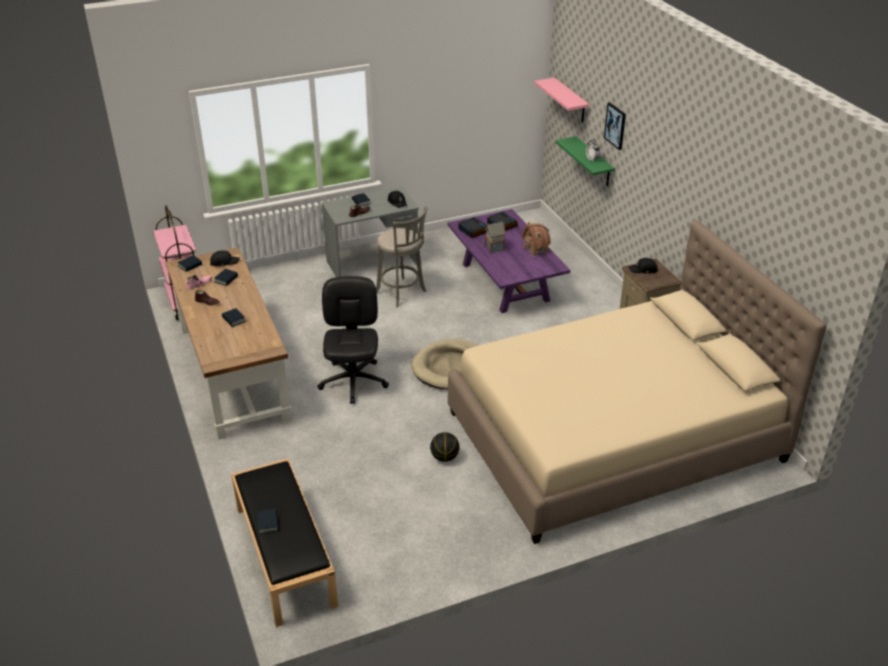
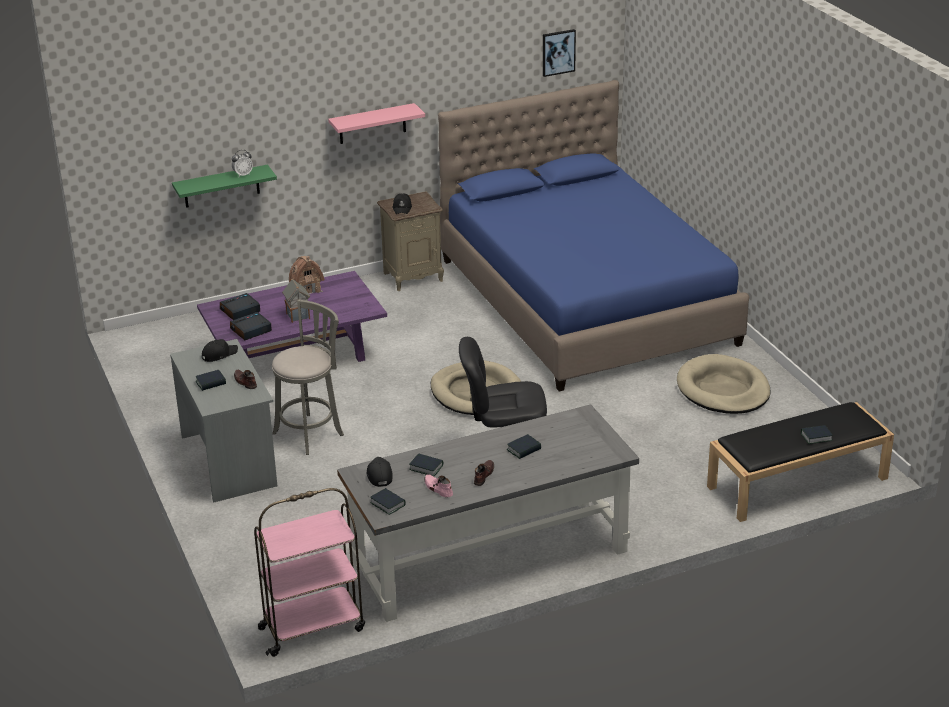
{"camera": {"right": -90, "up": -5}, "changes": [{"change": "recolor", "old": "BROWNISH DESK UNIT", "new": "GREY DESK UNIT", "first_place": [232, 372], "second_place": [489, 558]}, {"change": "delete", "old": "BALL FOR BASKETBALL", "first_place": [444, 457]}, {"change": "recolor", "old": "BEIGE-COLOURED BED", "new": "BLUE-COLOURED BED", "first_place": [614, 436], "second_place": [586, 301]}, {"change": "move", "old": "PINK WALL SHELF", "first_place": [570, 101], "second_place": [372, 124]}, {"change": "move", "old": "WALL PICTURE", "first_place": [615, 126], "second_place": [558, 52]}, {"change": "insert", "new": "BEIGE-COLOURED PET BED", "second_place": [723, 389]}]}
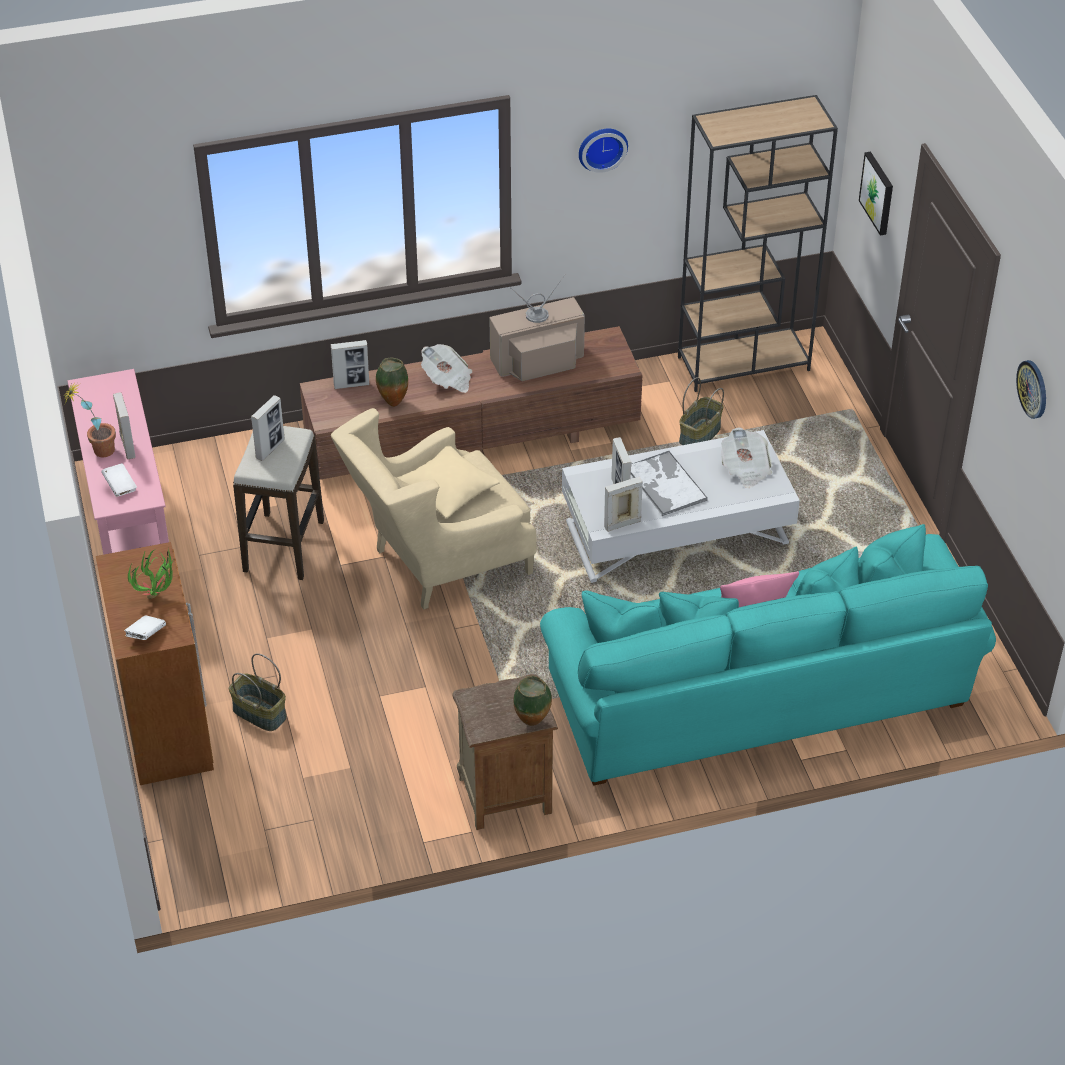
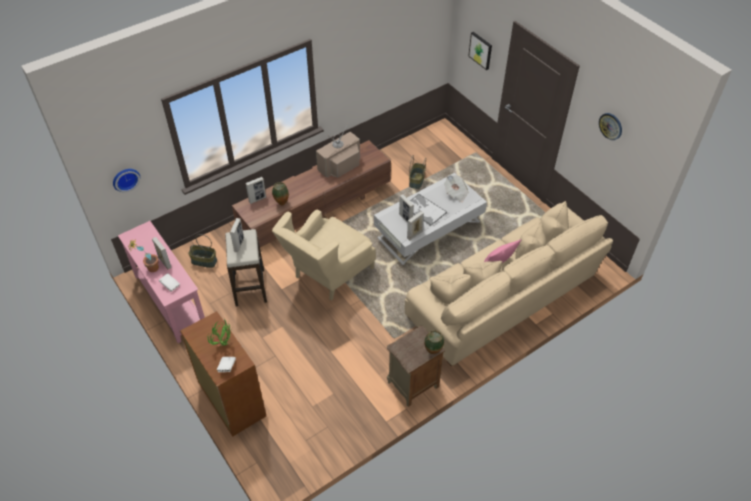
{"camera": {"right": -20, "up": 5}, "changes": [{"change": "move", "old": "HOUSEHOLD BASKET", "first_place": [258, 713], "second_place": [204, 261]}, {"change": "delete", "old": "BEIGE-COLOURED CUSHION", "first_place": [447, 491]}, {"change": "delete", "old": "DAILY PAPER", "first_place": [447, 379]}, {"change": "recolor", "old": "BLUE-GREEN SOFA", "new": "BEIGE-COLOURED SOFA", "first_place": [758, 697], "second_place": [502, 299]}, {"change": "move", "old": "HANGING CLOCK", "first_place": [601, 147], "second_place": [125, 178]}, {"change": "delete", "old": "BOOKCASE", "first_place": [744, 363]}]}
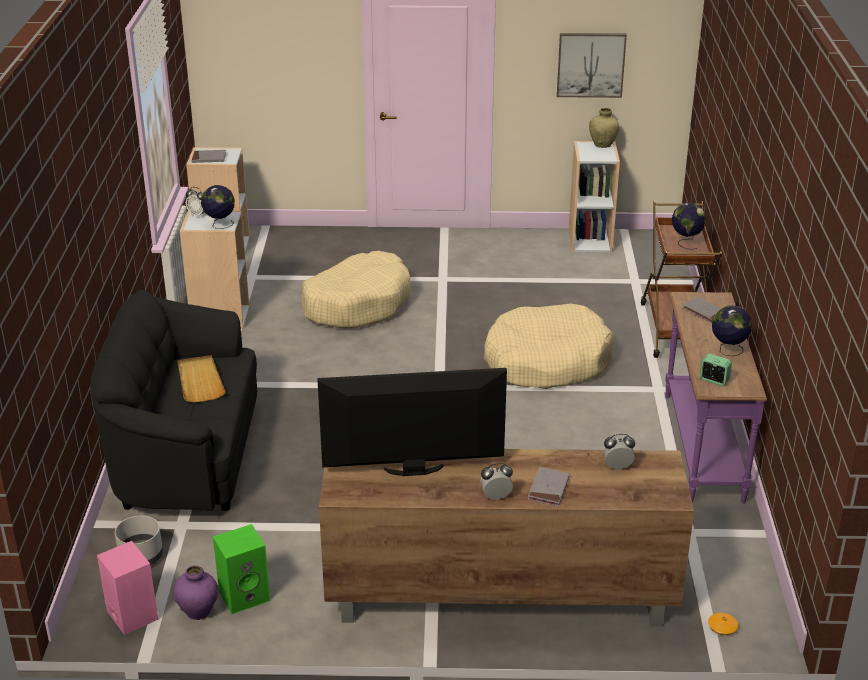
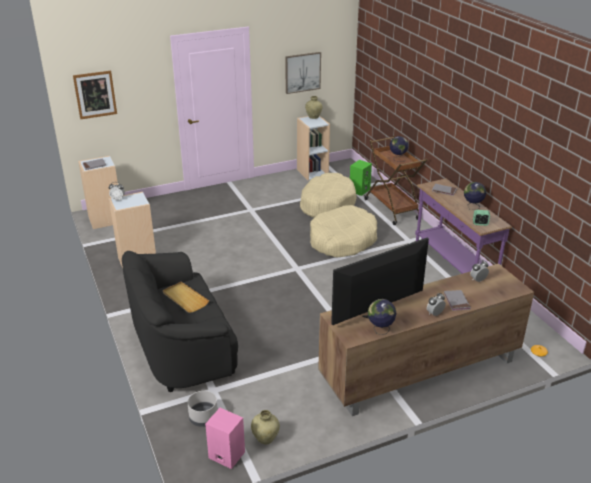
{"camera": {"right": -25, "up": 0}, "changes": [{"change": "recolor", "old": "PURPLE-COLOURED VASE", "new": "BEIGE-COLOURED VASE", "first_place": [198, 612], "second_place": [265, 439]}, {"change": "move", "old": "WORLD GLOBE", "first_place": [220, 225], "second_place": [380, 330]}, {"change": "move", "old": "GREEN-COLOURED AUDIO SPEAKER", "first_place": [245, 595], "second_place": [359, 190]}, {"change": "move", "old": "BEIGE-COLOURED PET BED", "first_place": [357, 304], "second_place": [327, 204]}, {"change": "insert", "new": "WALL PICTURE", "second_place": [95, 94]}]}
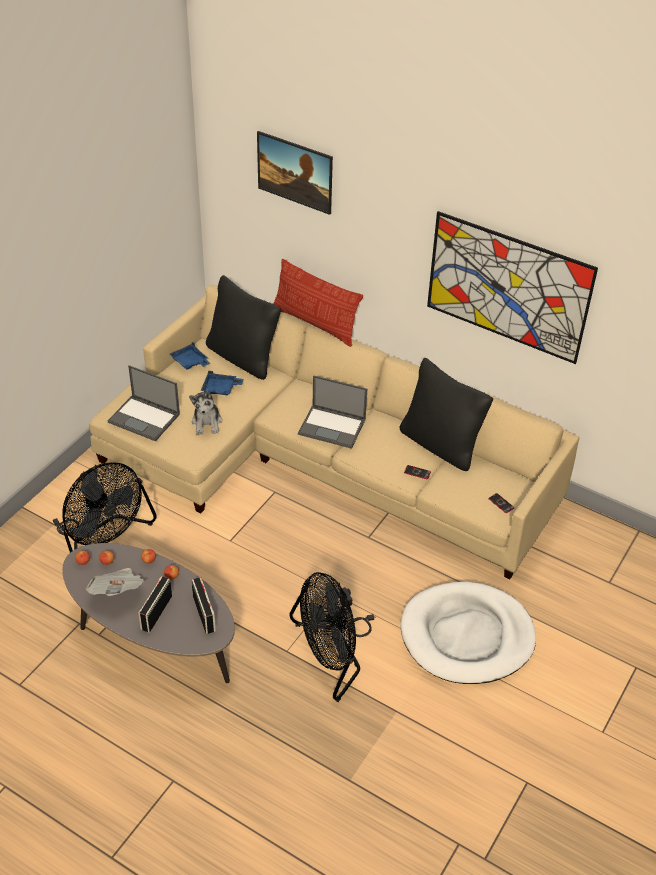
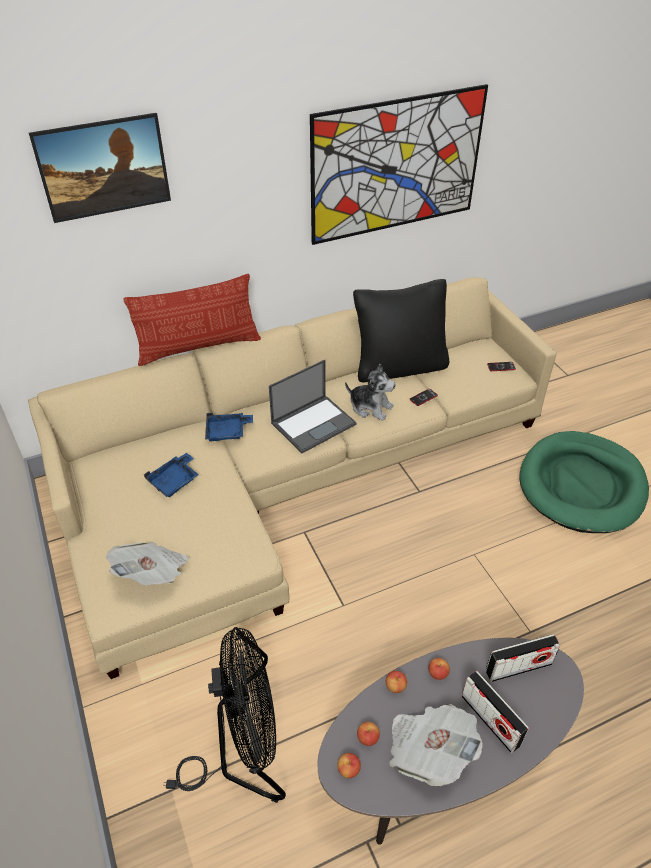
{"camera": {"right": -55, "up": 0}, "changes": [{"change": "replace", "old": "LAPTOP", "new": "DAILY PAPER", "first_place": [145, 418], "second_place": [152, 574]}, {"change": "move", "old": "BLUE-COLOURED SERVING TRAY", "first_place": [190, 362], "second_place": [227, 432]}, {"change": "move", "old": "SOFT TOY", "first_place": [207, 422], "second_place": [370, 407]}, {"change": "rotate", "old": "RADIO", "first_place": [204, 613], "second_place": [518, 667], "degrees": 150}, {"change": "delete", "old": "BLACK CUSHION", "first_place": [243, 357]}, {"change": "delete", "old": "BLACK COOLING FAN", "first_place": [333, 652]}, {"change": "recolor", "old": "WHITE PET BED", "new": "GREEN-COLOURED PET BED", "first_place": [467, 636], "second_place": [581, 485]}]}
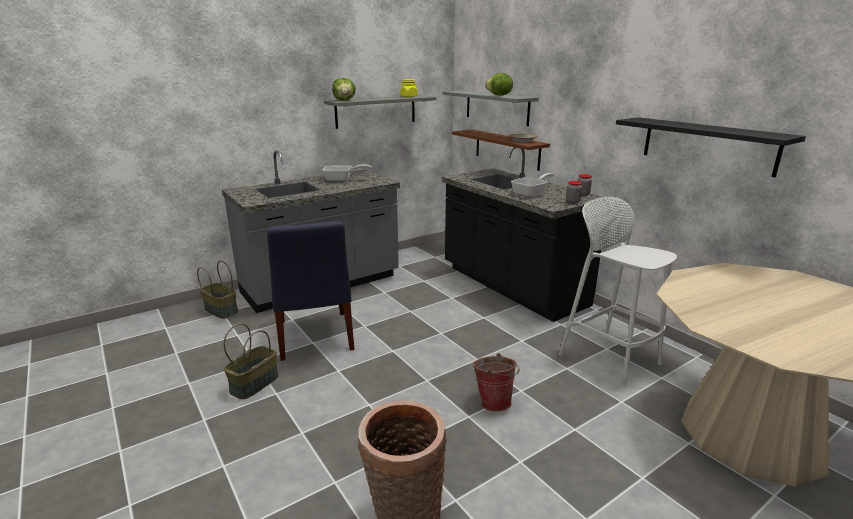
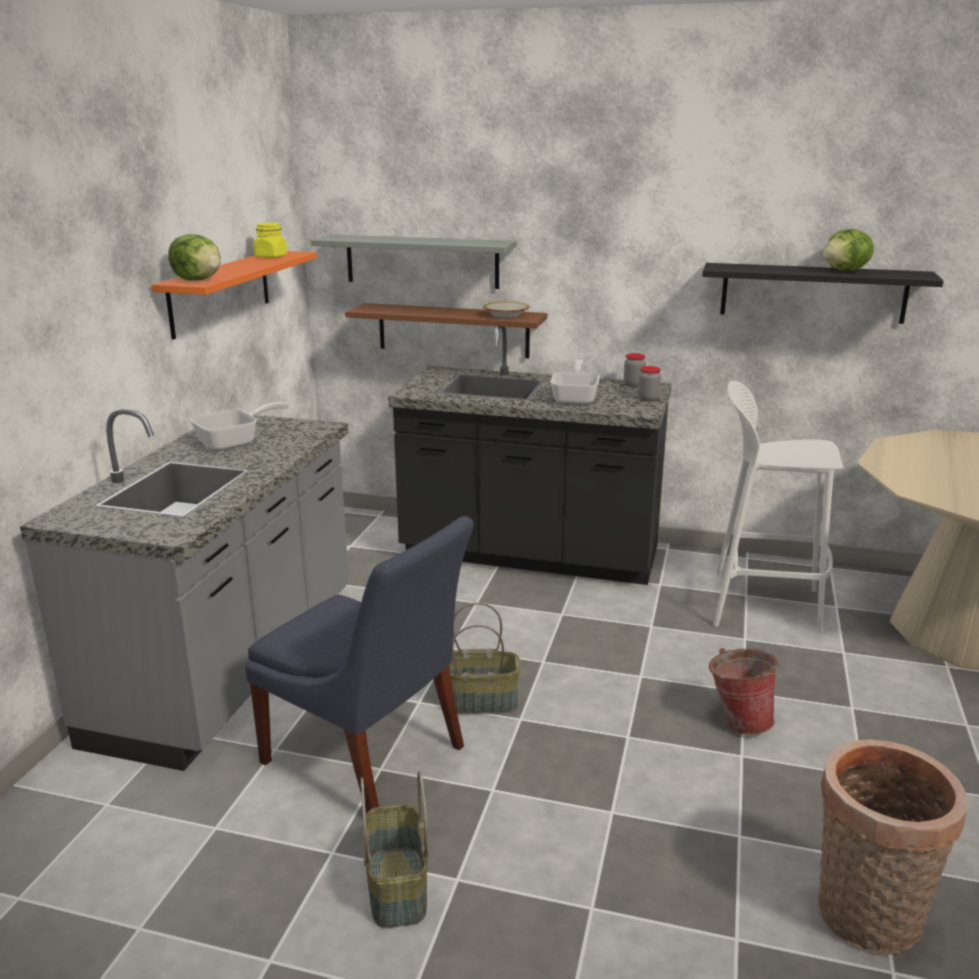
{"camera": {"right": -40, "up": 0}, "changes": [{"change": "move", "old": "HOUSEHOLD BASKET", "first_place": [222, 310], "second_place": [480, 701]}, {"change": "recolor", "old": "GREY WALL SHELF", "new": "ORANGE-COLOURED WALL SHELF", "first_place": [376, 111], "second_place": [220, 292]}, {"change": "move", "old": "HEAD OF LETTUCE", "first_place": [499, 95], "second_place": [845, 271]}]}
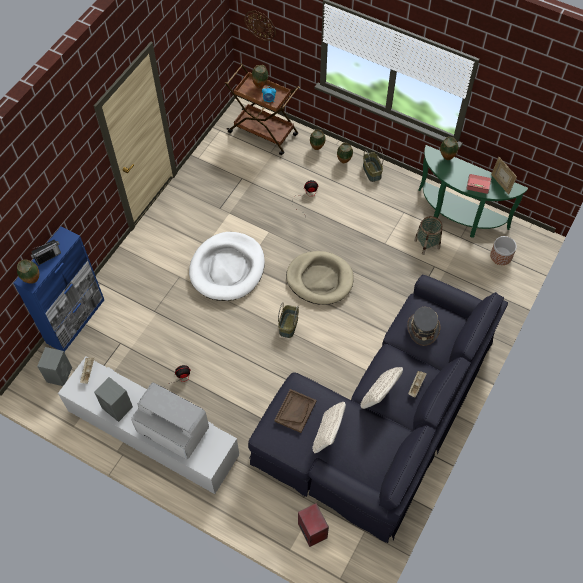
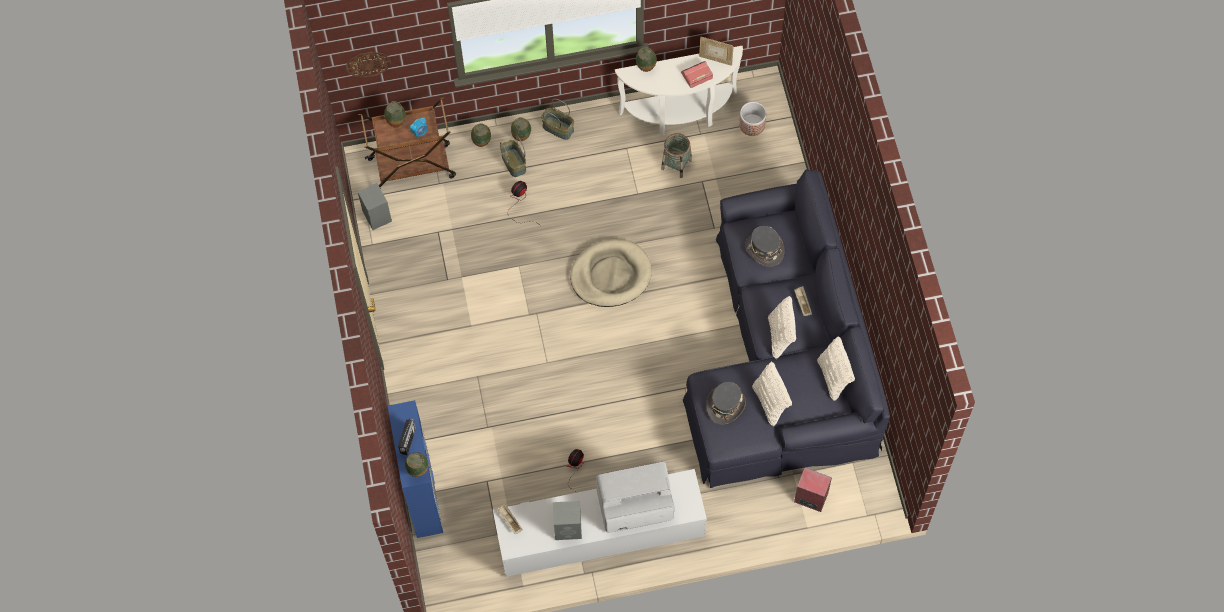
{"camera": {"right": -40, "up": 5}, "changes": [{"change": "move", "old": "GREY AUDIO SPEAKER", "first_place": [59, 374], "second_place": [376, 216]}, {"change": "delete", "old": "WHITE PET BED", "first_place": [227, 268]}, {"change": "replace", "old": "BROWNISH SERVING TRAY", "new": "GREY HAT", "first_place": [295, 411], "second_place": [725, 405]}, {"change": "move", "old": "HOUSEHOLD BASKET", "first_place": [288, 325], "second_place": [513, 163]}, {"change": "recolor", "old": "GREEN-COLOURED HALL TABLE", "new": "WHITE HALL TABLE", "first_place": [458, 217], "second_place": [681, 114]}, {"change": "insert", "new": "BEIGE-COLOURED CUSHION", "second_place": [834, 378]}]}
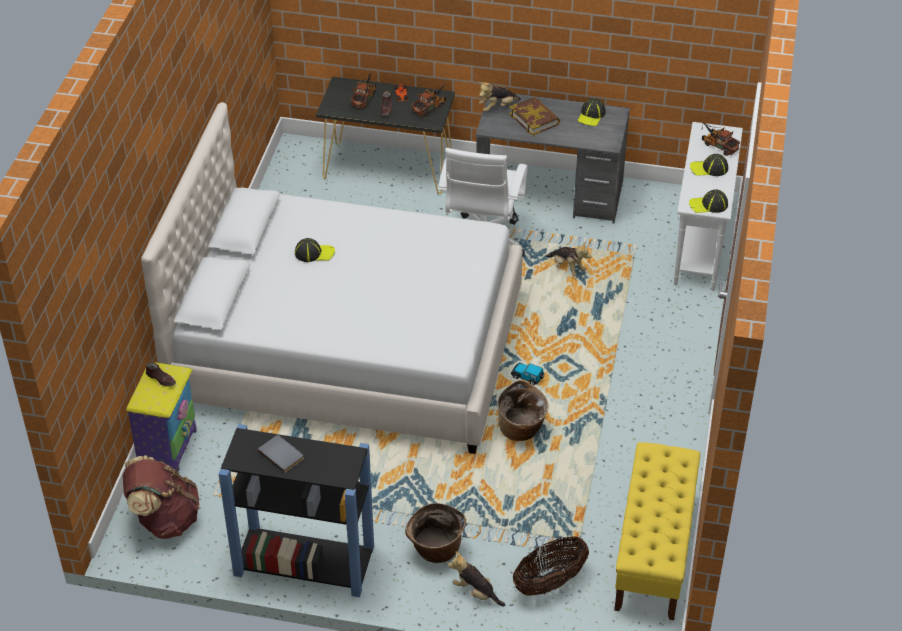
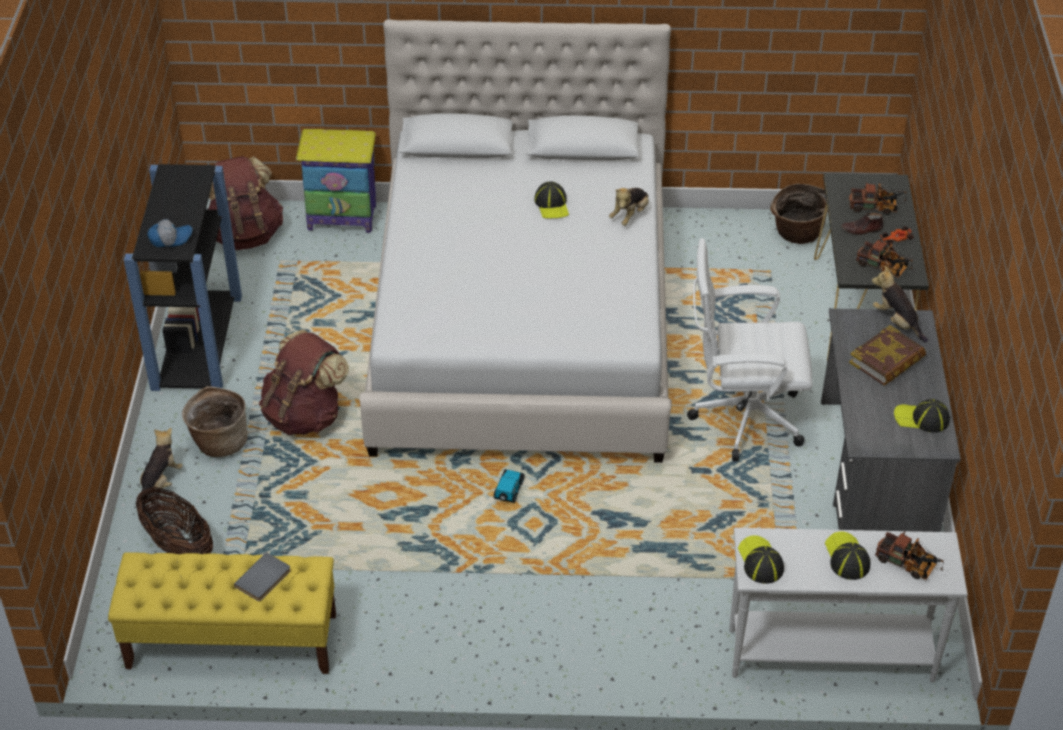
{"camera": {"right": 80, "up": 0}, "changes": [{"change": "delete", "old": "BROWNISH ITEM OF FOOTWEAR", "first_place": [161, 379]}, {"change": "move", "old": "GREY VOLUME", "first_place": [282, 454], "second_place": [264, 579]}, {"change": "move", "old": "HOUSEHOLD BASKET", "first_place": [521, 430], "second_place": [796, 234]}, {"change": "move", "old": "SOFT TOY", "first_place": [567, 268], "second_place": [630, 215]}, {"change": "rotate", "old": "TOY TRUCK", "first_place": [717, 145], "second_place": [908, 565], "degrees": 90}, {"change": "insert", "new": "CAP", "second_place": [170, 238]}, {"change": "insert", "new": "BROWNISH KNAPSACK", "second_place": [305, 415]}]}
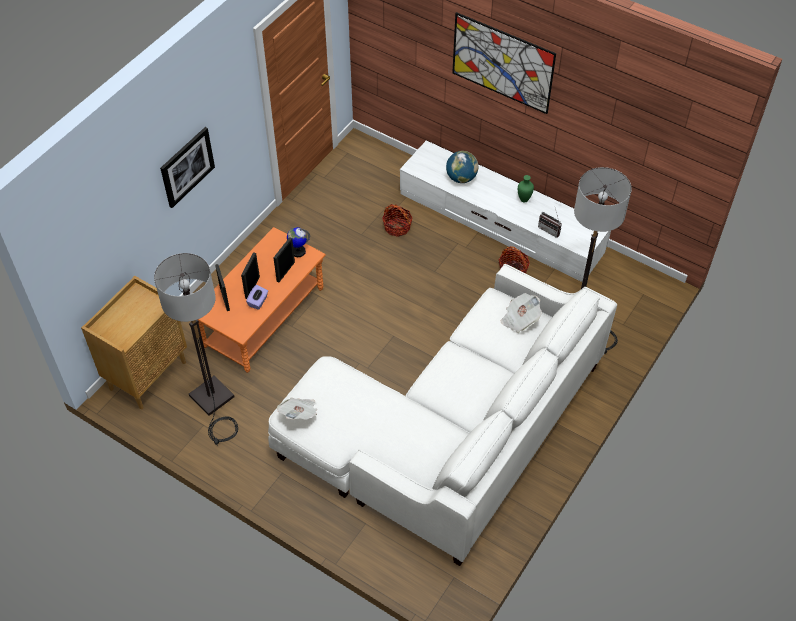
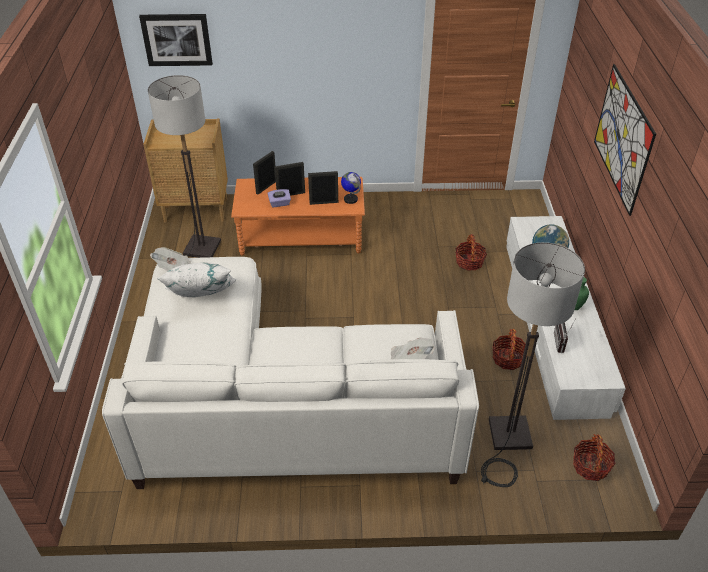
{"camera": {"right": 55, "up": -10}, "changes": [{"change": "move", "old": "WALL PICTURE", "first_place": [187, 166], "second_place": [177, 39]}, {"change": "insert", "new": "WHITE CUSHION", "second_place": [201, 299]}, {"change": "insert", "new": "HOUSEHOLD BASKET", "second_place": [590, 466]}]}
